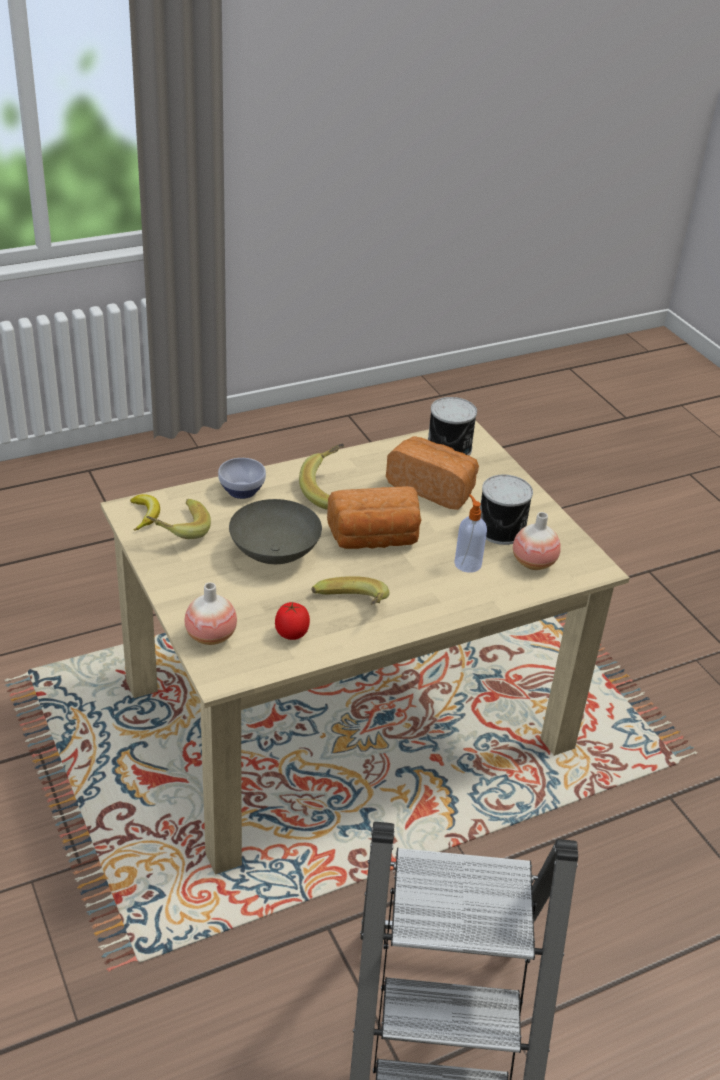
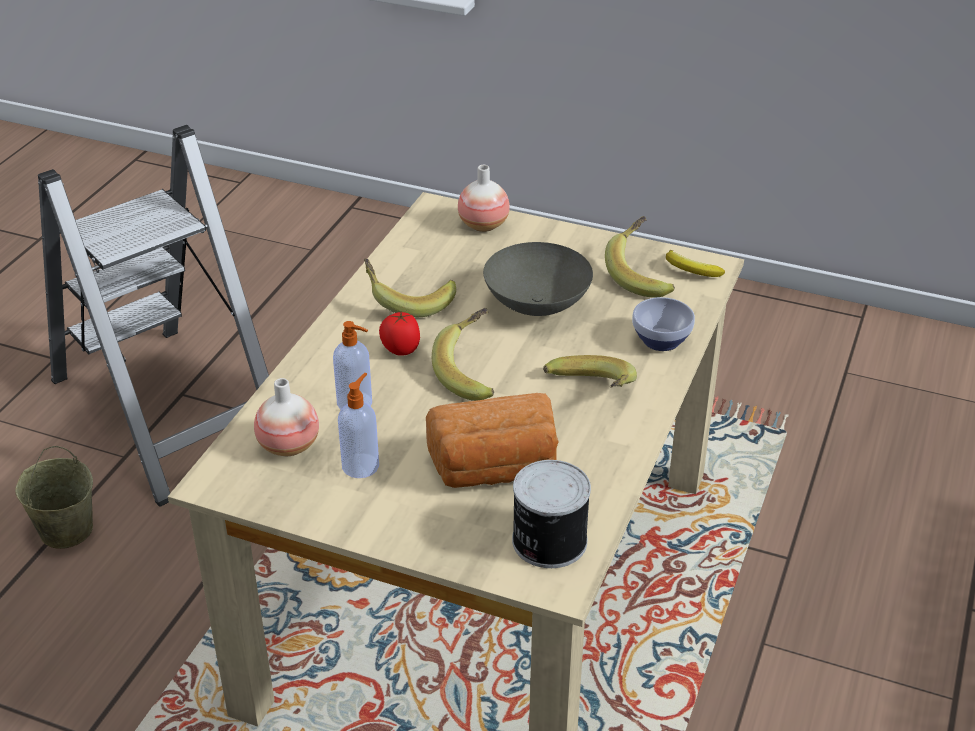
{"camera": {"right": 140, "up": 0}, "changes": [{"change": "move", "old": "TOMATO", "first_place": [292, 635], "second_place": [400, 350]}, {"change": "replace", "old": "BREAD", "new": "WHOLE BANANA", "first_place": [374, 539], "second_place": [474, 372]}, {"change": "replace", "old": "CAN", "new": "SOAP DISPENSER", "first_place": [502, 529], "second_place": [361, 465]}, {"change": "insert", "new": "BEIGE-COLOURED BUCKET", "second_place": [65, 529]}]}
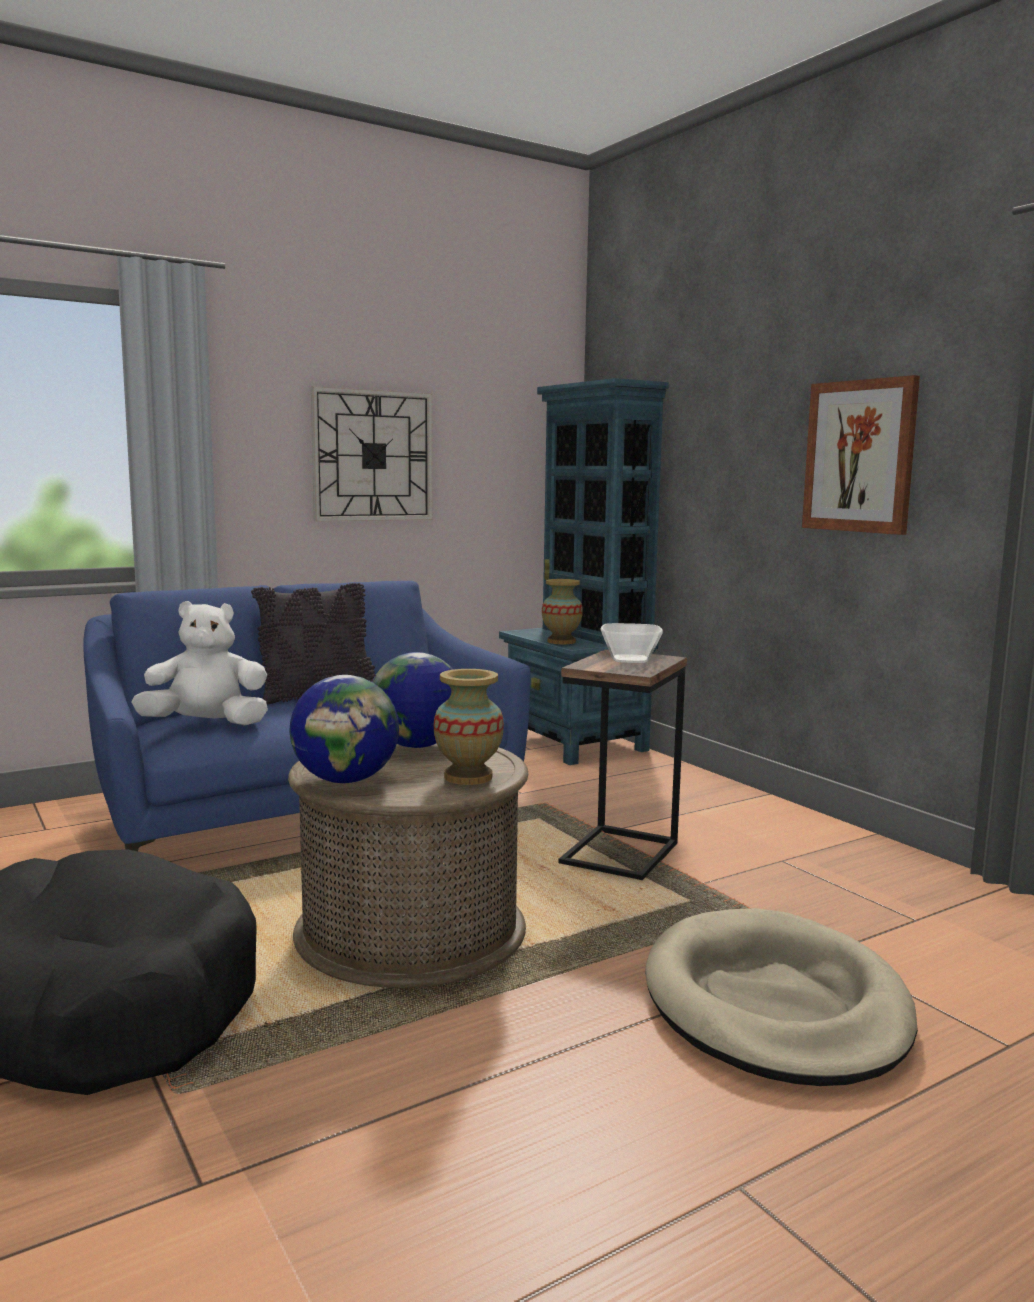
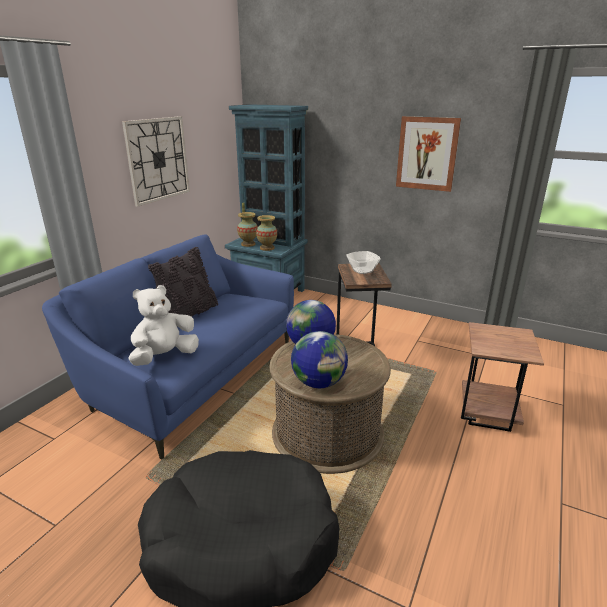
{"camera": {"right": -30, "up": 15}, "changes": [{"change": "move", "old": "VASE", "first_place": [468, 777], "second_place": [248, 244]}, {"change": "replace", "old": "BEIGE-COLOURED PET BED", "new": "BROWNISH END TABLE", "first_place": [775, 1005], "second_place": [489, 416]}]}
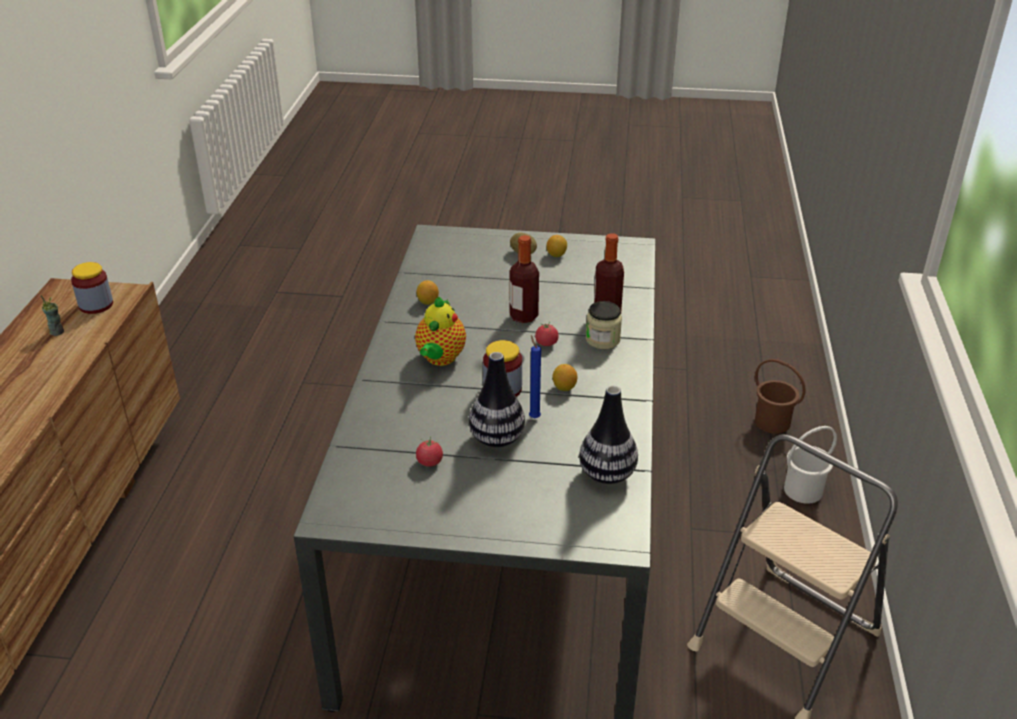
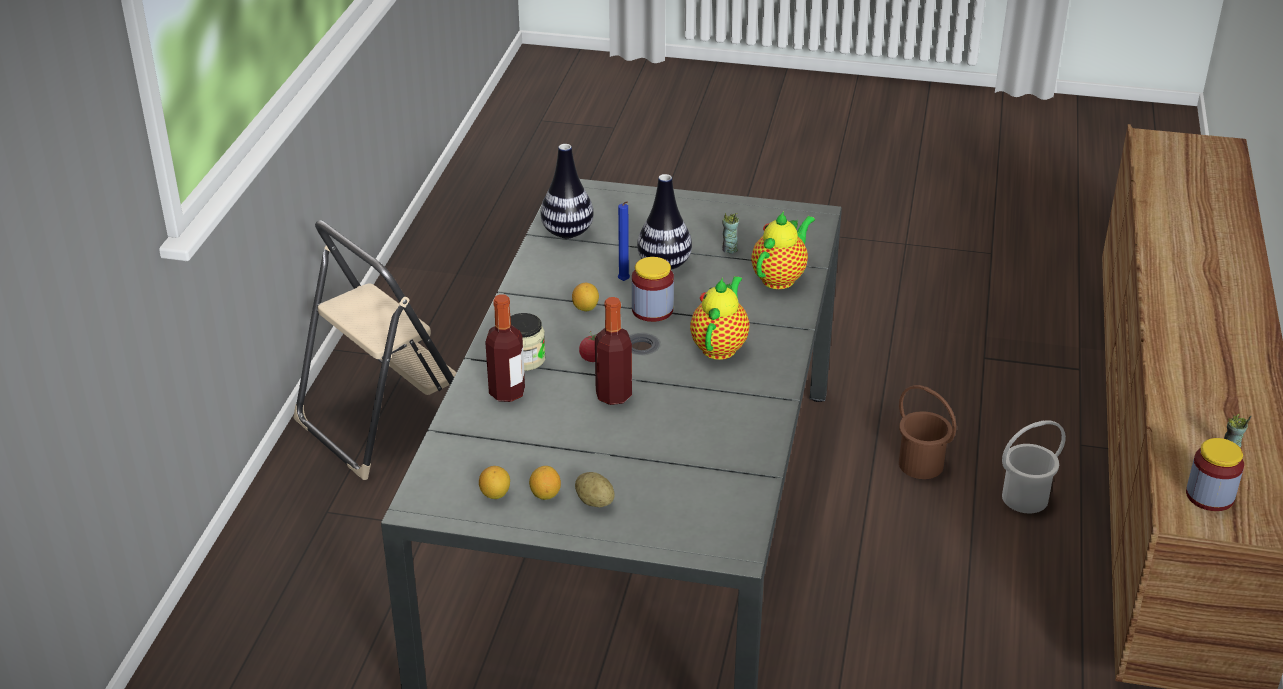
{"camera": {"right": -175, "up": 0}, "changes": [{"change": "move", "old": "CITRUS FRUIT", "first_place": [427, 302], "second_place": [495, 494]}, {"change": "replace", "old": "TOMATO", "new": "DRINKING CUP", "first_place": [429, 462], "second_place": [729, 249]}, {"change": "move", "old": "BROWNISH BUCKET", "first_place": [772, 422], "second_place": [921, 464]}, {"change": "move", "old": "WHITE BUCKET", "first_place": [804, 490], "second_place": [1024, 498]}, {"change": "insert", "new": "POT FOR TEA", "second_place": [780, 278]}]}
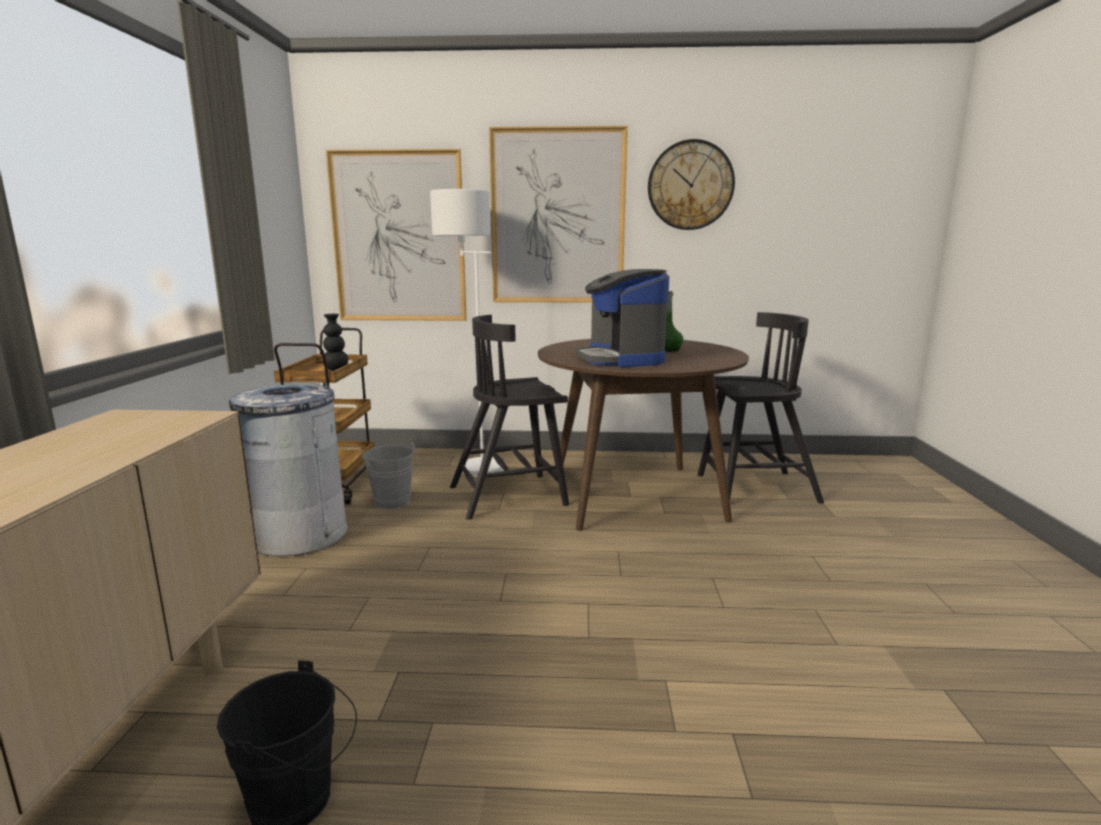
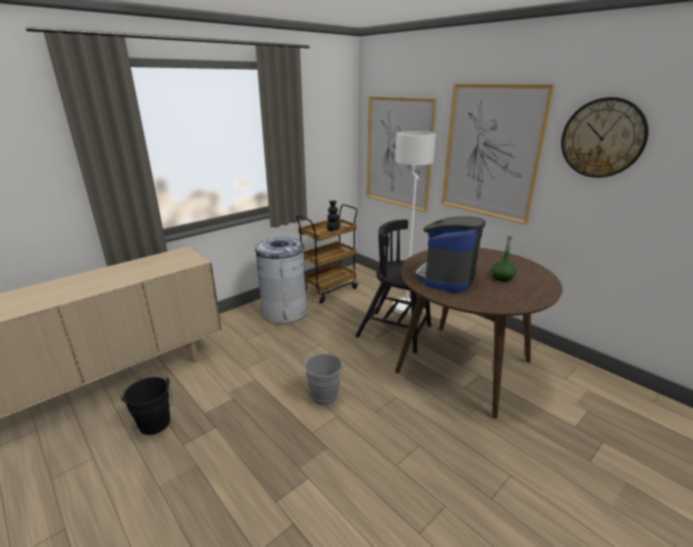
{"camera": {"right": 45, "up": 10}, "changes": [{"change": "move", "old": "GREY BUCKET", "first_place": [393, 503], "second_place": [323, 398]}, {"change": "delete", "old": "BLACK CHAIR", "first_place": [754, 488]}]}
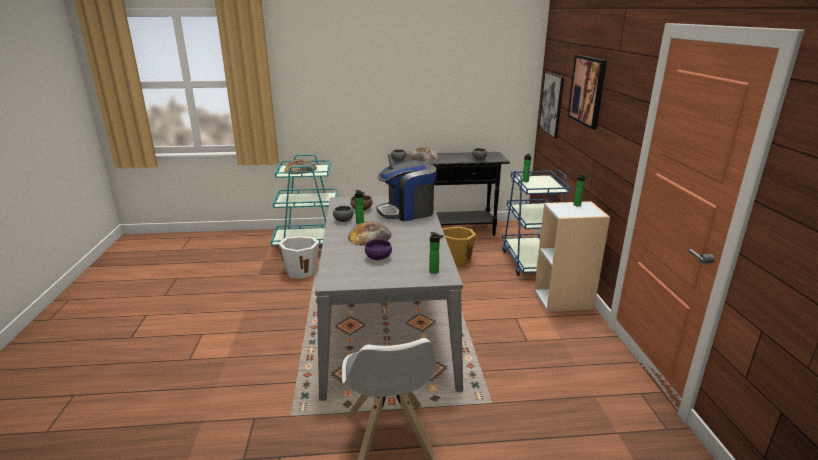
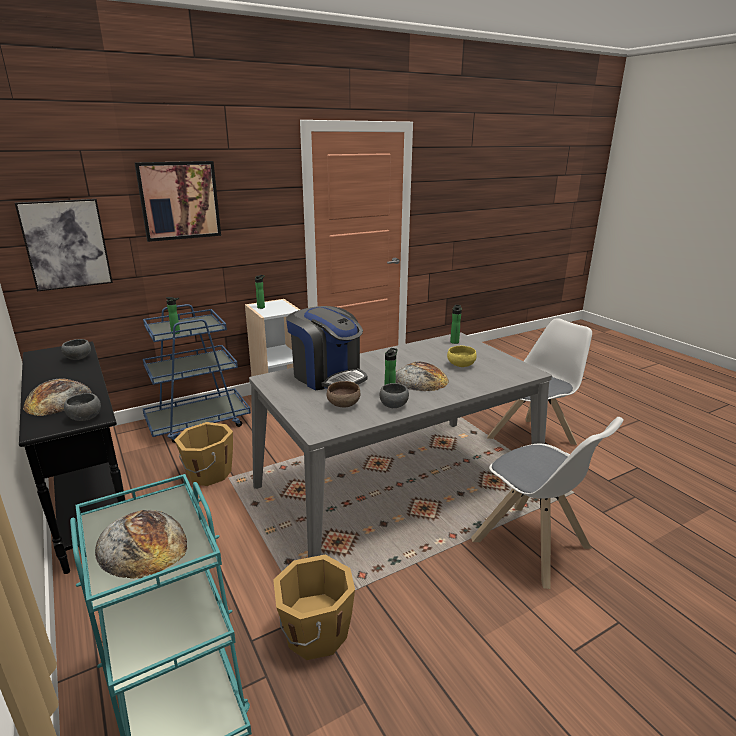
{"camera": {"right": -115, "up": 0}, "changes": [{"change": "recolor", "old": "WHITE BUCKET", "new": "ORANGE-COLOURED BUCKET", "first_place": [301, 270], "second_place": [315, 632]}, {"change": "recolor", "old": "PURPLE-COLOURED DEEP DISH", "new": "YELLOW DEEP DISH", "first_place": [378, 257], "second_place": [460, 365]}, {"change": "insert", "new": "CHAIR", "second_place": [533, 546]}]}
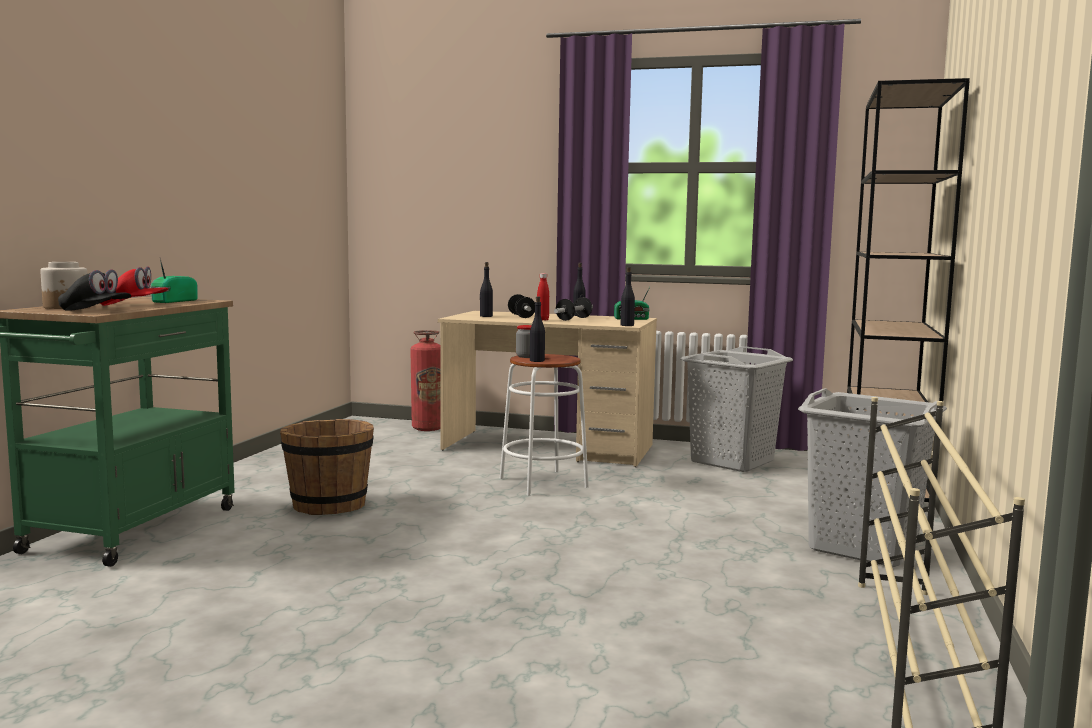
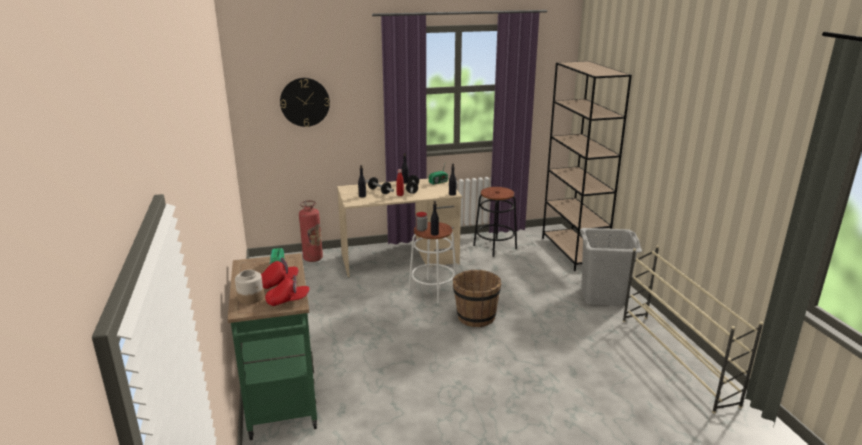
{"camera": {"right": -30, "up": 15}, "changes": [{"change": "recolor", "old": "BLACK CAP", "new": "RED CAP", "first_place": [95, 311], "second_place": [288, 300]}, {"change": "move", "old": "BROWNISH BUCKET", "first_place": [329, 505], "second_place": [475, 317]}, {"change": "replace", "old": "GREY LAUNDRY BASKET", "new": "BLACK SITTING STOOL", "first_place": [732, 461], "second_place": [495, 247]}, {"change": "insert", "new": "HANGING CLOCK", "second_place": [305, 102]}]}
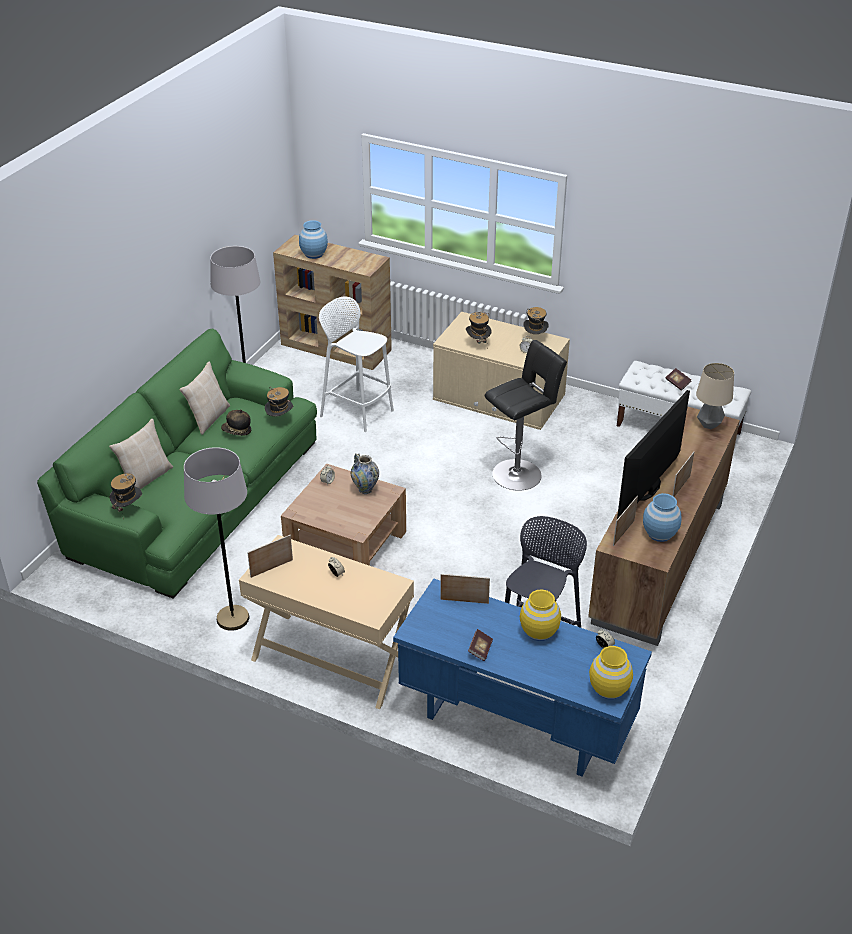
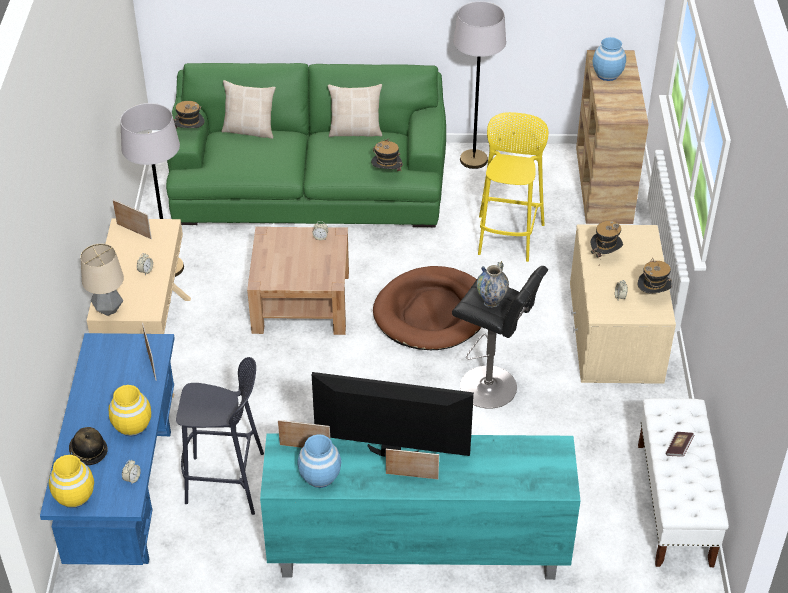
{"camera": {"right": 65, "up": 5}, "changes": [{"change": "move", "old": "HAT", "first_place": [237, 431], "second_place": [88, 452]}, {"change": "recolor", "old": "WHITE SITTING STOOL", "new": "YELLOW SITTING STOOL", "first_place": [357, 411], "second_place": [508, 237]}, {"change": "move", "old": "VASE", "first_place": [365, 489], "second_place": [491, 302]}, {"change": "delete", "old": "VOLUME", "first_place": [480, 649]}, {"change": "recolor", "old": "BROWNISH TV UNIT", "new": "BLUE-GREEN TV UNIT", "first_place": [659, 561], "second_place": [417, 545]}, {"change": "move", "old": "TABLE LAMP", "first_place": [709, 424], "second_place": [108, 309]}, {"change": "insert", "new": "BROWNISH PET BED", "second_place": [432, 313]}]}
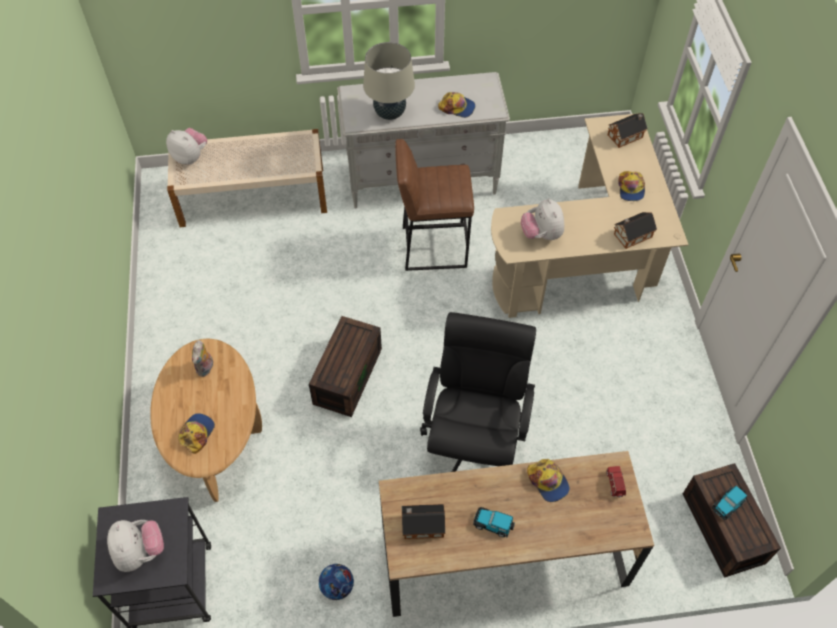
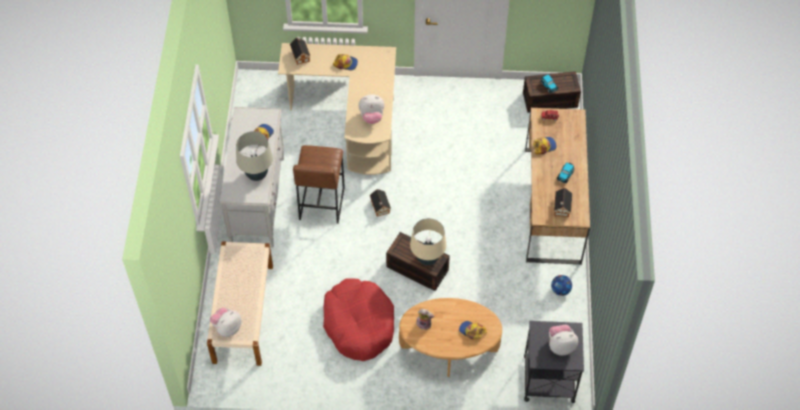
{"camera": {"right": -80, "up": 0}, "changes": [{"change": "delete", "old": "BLACK COMPUTER CHAIR", "first_place": [474, 440]}, {"change": "move", "old": "TOY HOUSE", "first_place": [631, 236], "second_place": [380, 207]}, {"change": "insert", "new": "RED PET BED", "second_place": [359, 324]}, {"change": "insert", "new": "BEIGE-COLOURED TABLE LAMP", "second_place": [427, 259]}]}
